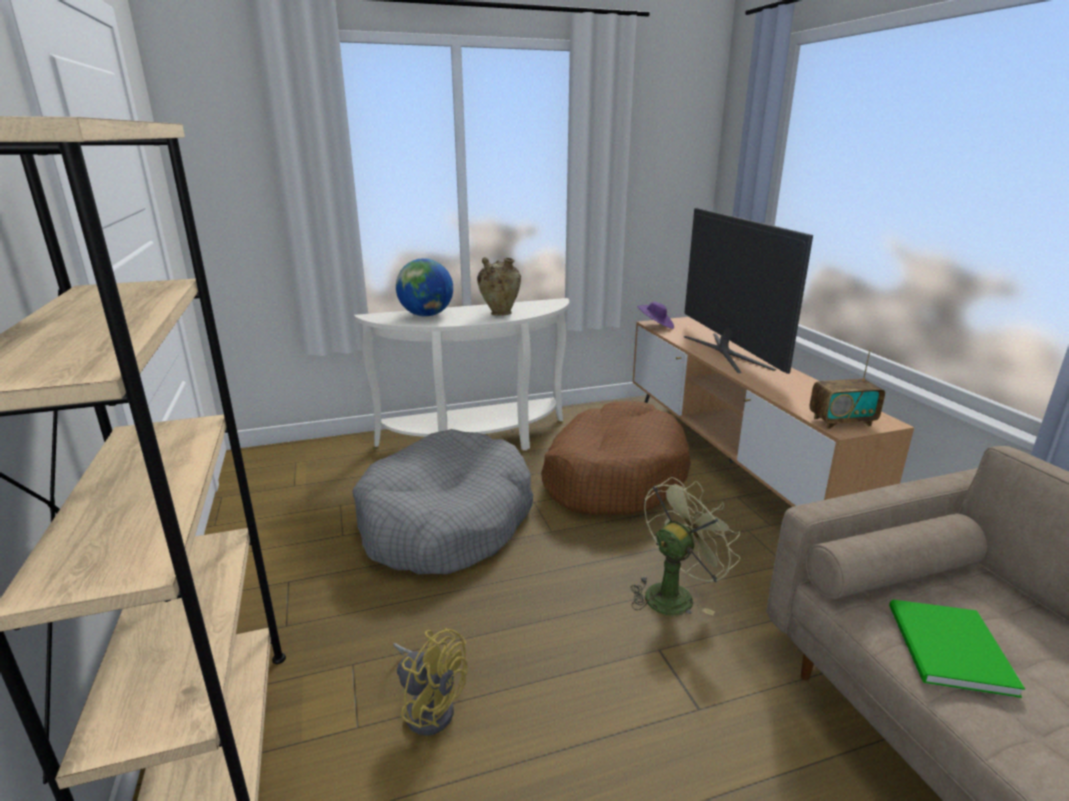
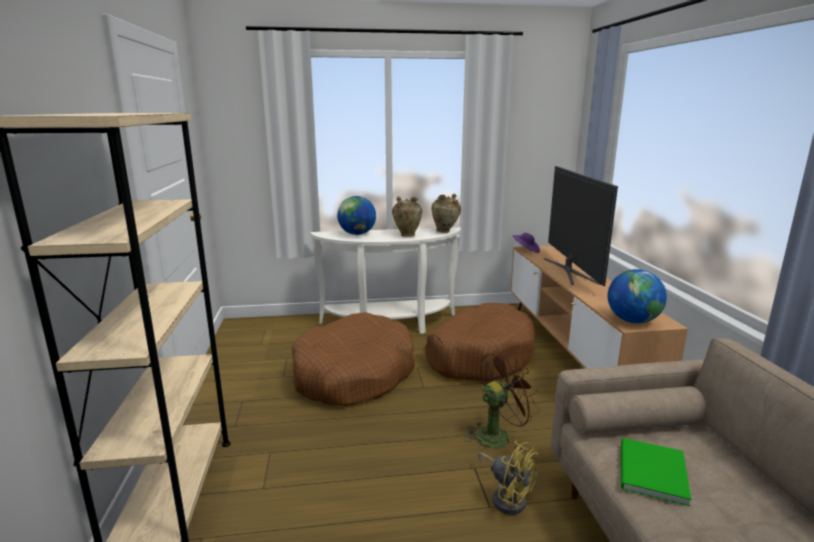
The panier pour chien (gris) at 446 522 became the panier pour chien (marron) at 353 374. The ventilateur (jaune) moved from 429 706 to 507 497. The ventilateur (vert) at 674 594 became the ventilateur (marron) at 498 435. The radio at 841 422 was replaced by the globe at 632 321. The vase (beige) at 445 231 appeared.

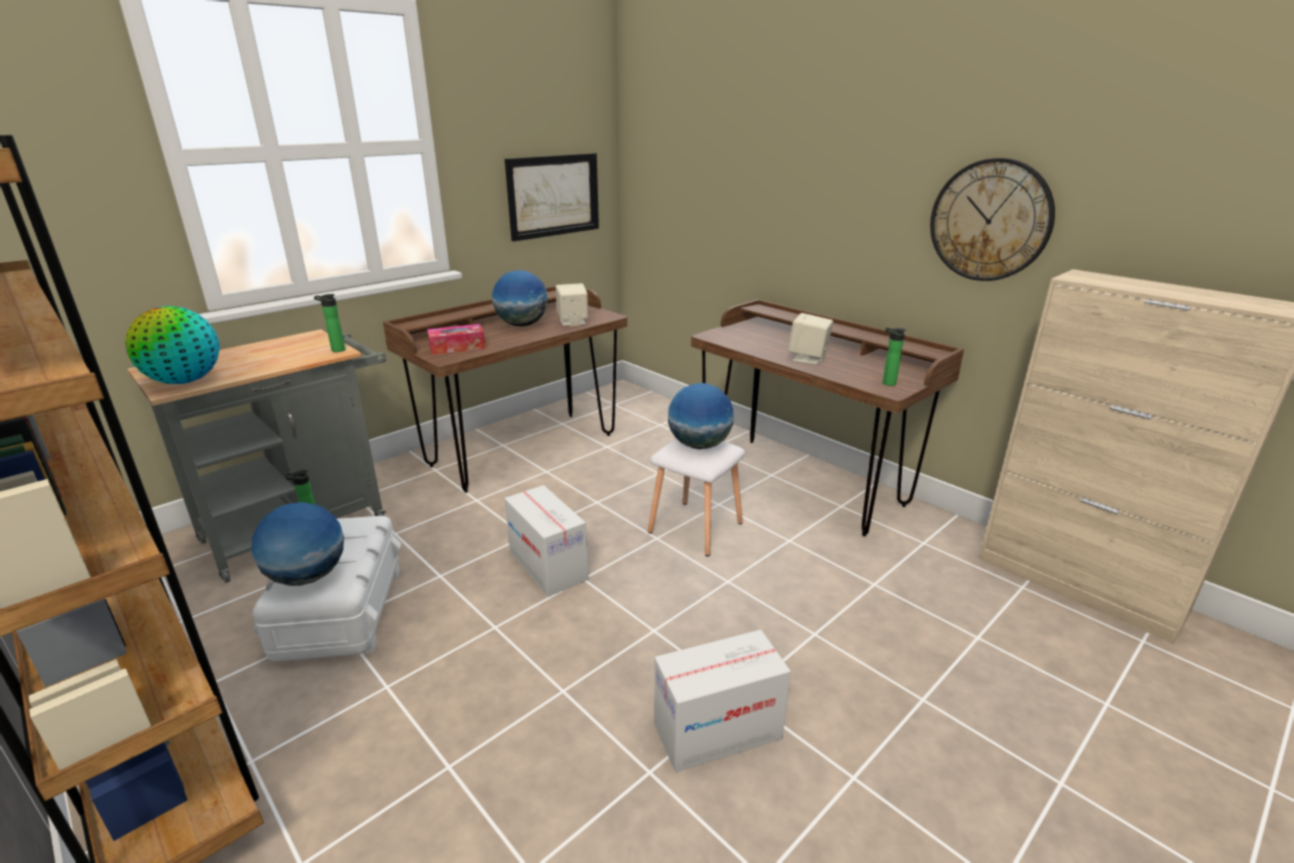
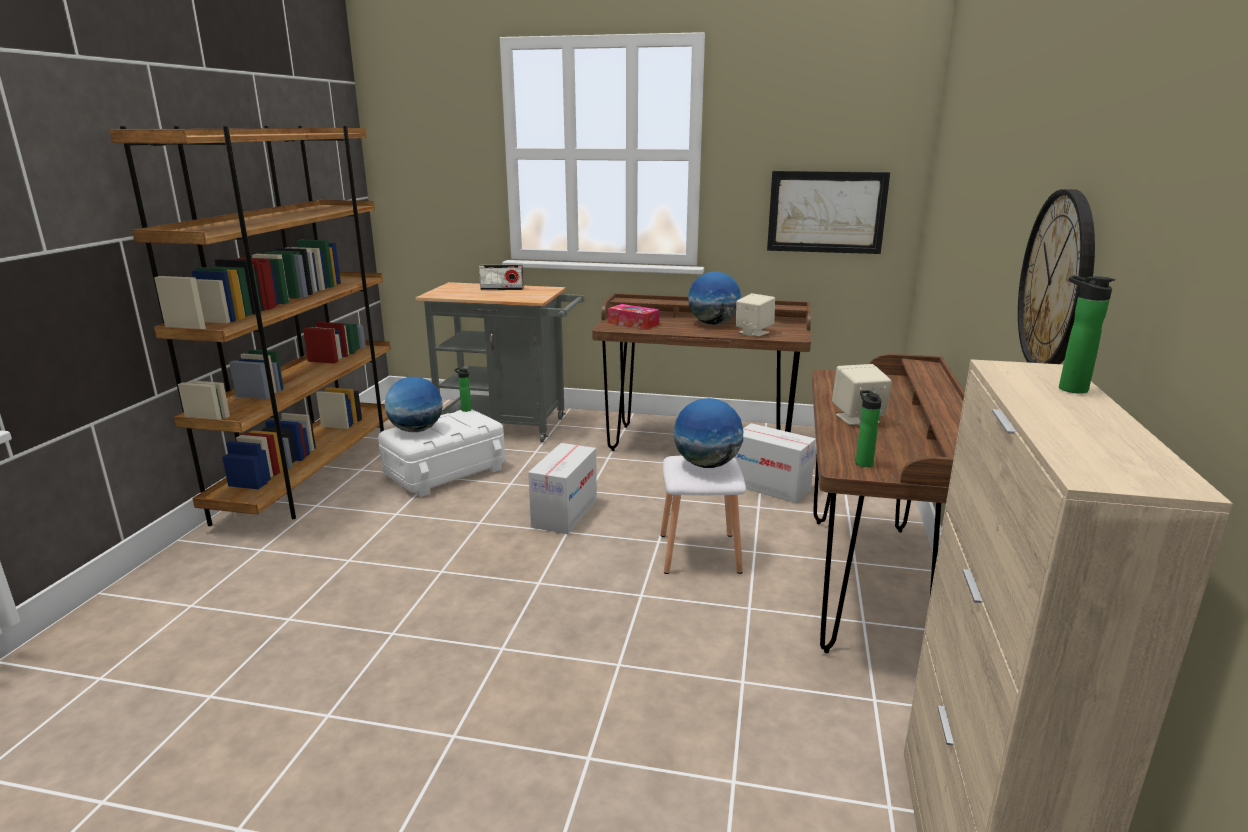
The globe at 185 381 disappeared. The bouteille moved from 336 350 to 1068 388. The carton moved from 717 731 to 771 487. The radio at 502 289 appeared.

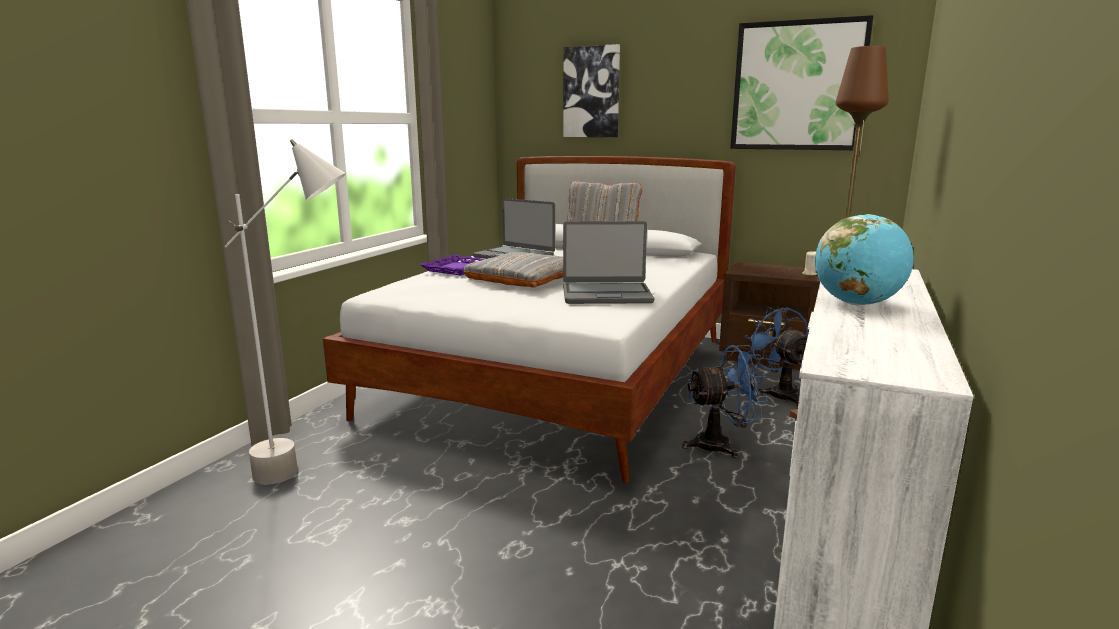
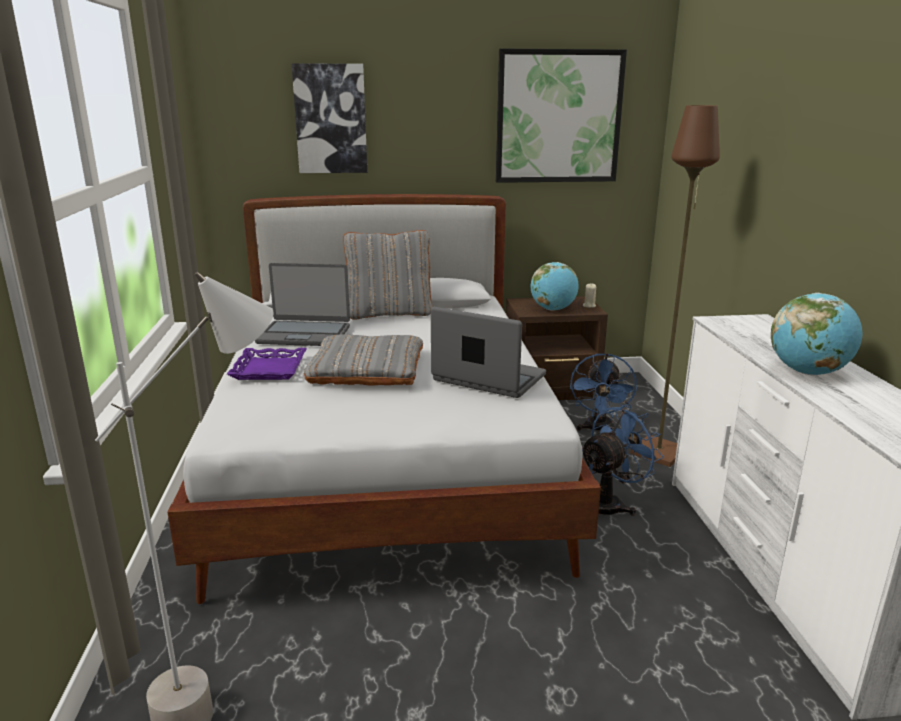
The ordinateur portable at 606 295 turned 120 degrees counterclockwise. The ventilateur (bleu) at 778 393 turned 120 degrees counterclockwise. The globe at 553 309 appeared.

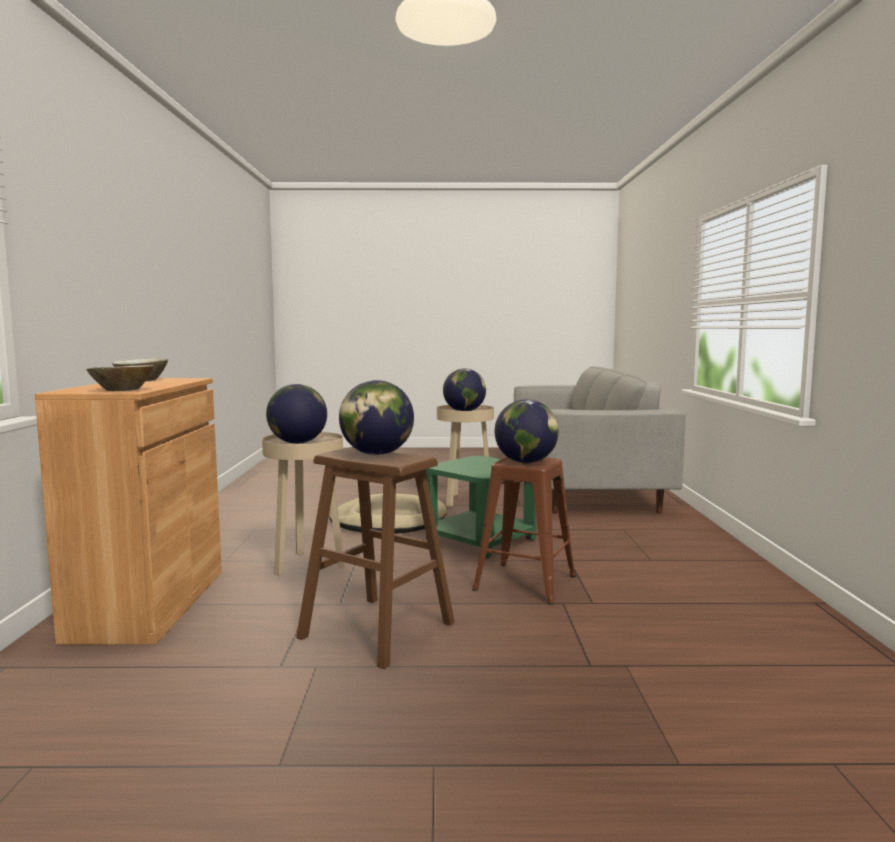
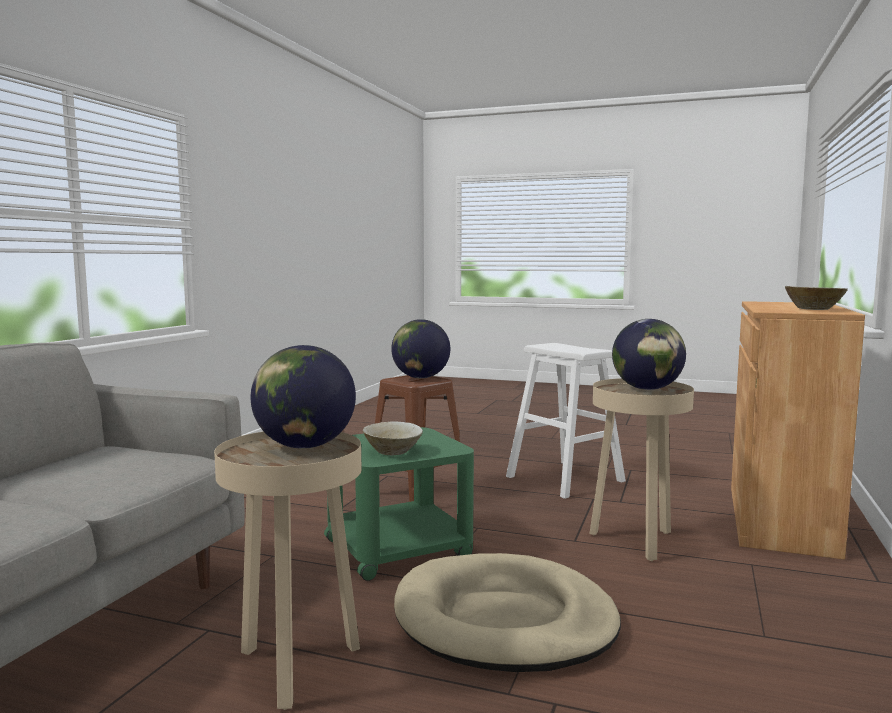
The bol (beige) moved from 122 390 to 393 452. The tabouret (marron) at 376 630 became the tabouret (blanc) at 565 479. The globe at 376 454 disappeared.

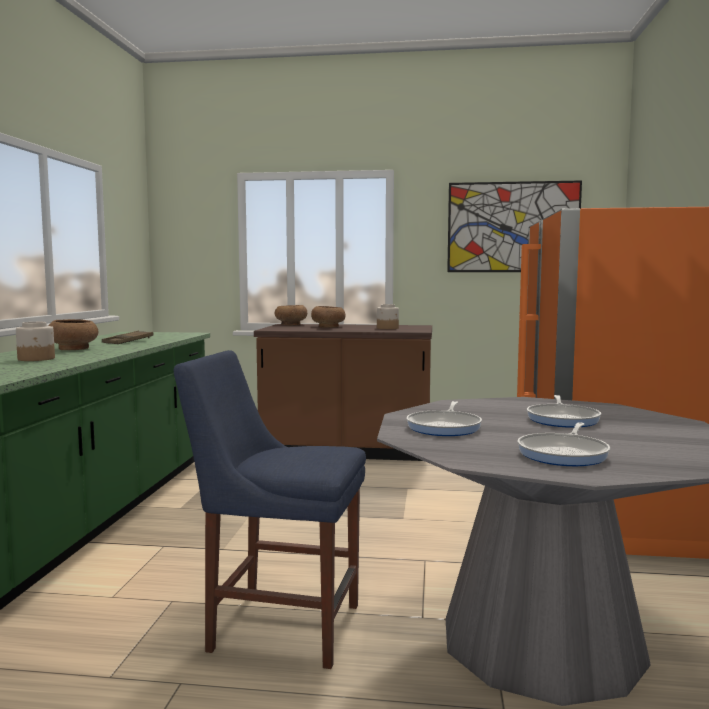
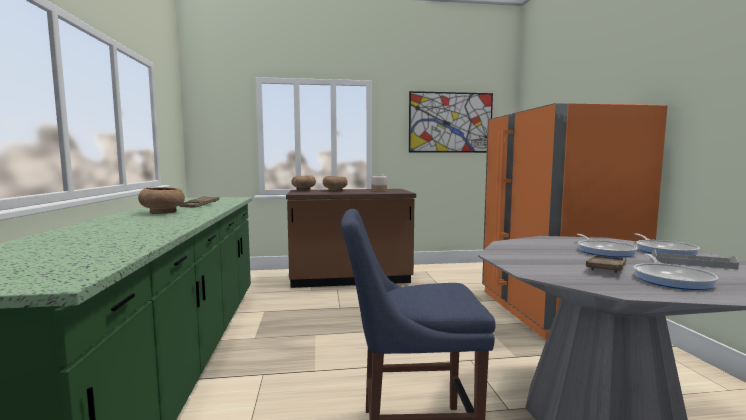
The bocal at 36 359 disappeared. The poêle moved from 445 427 to 664 251. The plateau (marron) at 606 268 appeared. The plateau (gris) at 692 263 appeared.

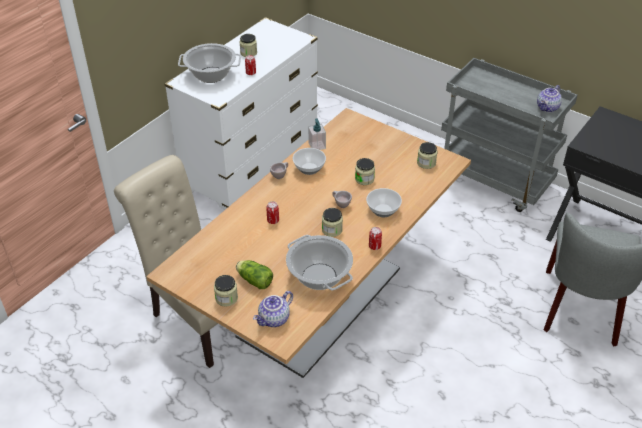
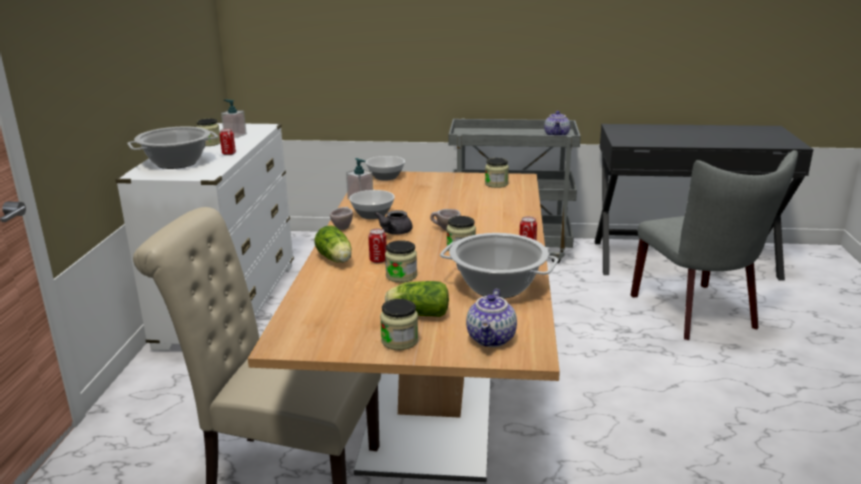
The bocal moved from 364 179 to 401 276. The bol moved from 383 210 to 385 177. The distributeur de savon at 235 135 appeared. The laitue at 335 259 appeared. The théière (gris) at 394 232 appeared.

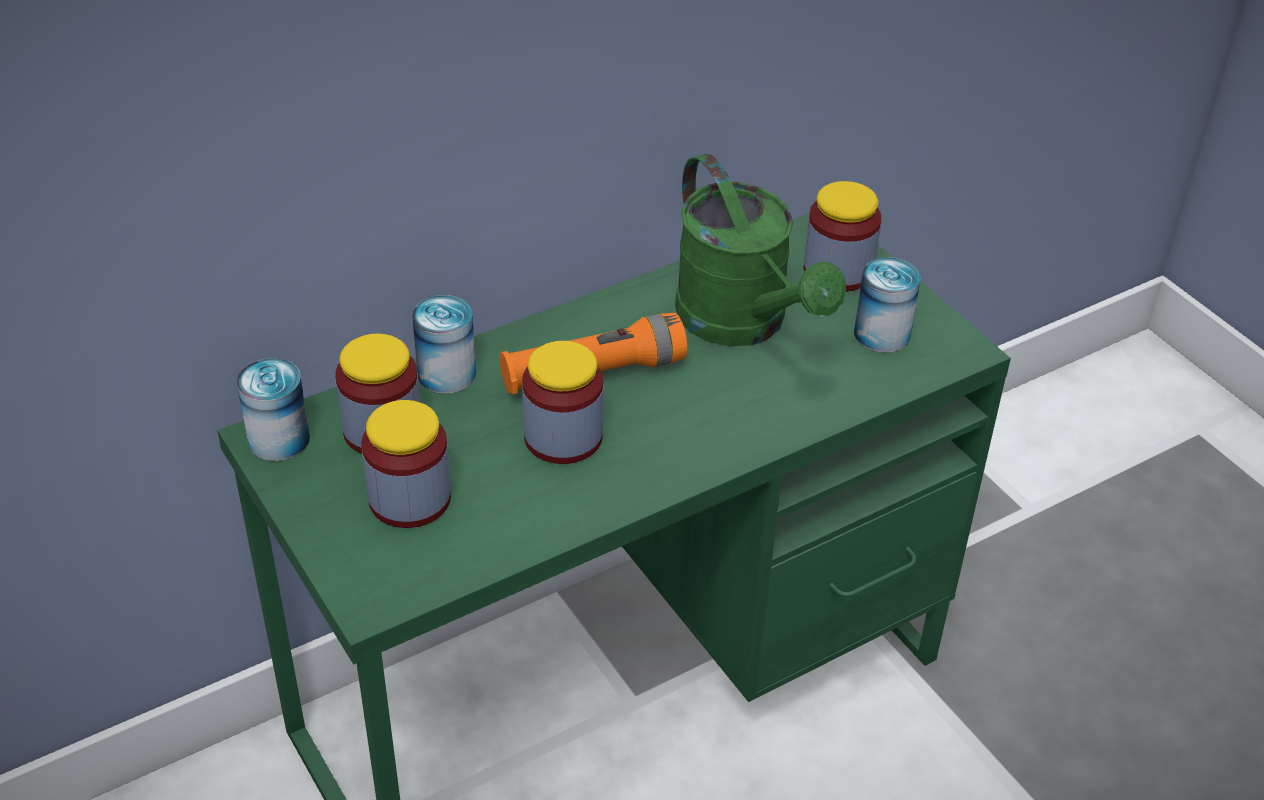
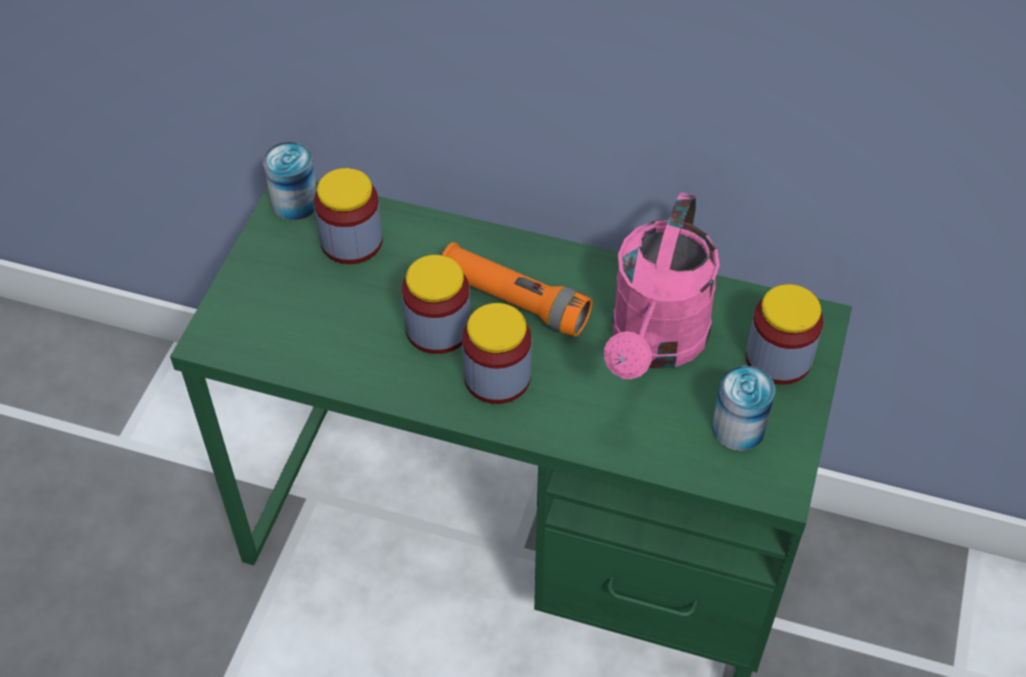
The bocal moved from 409 499 to 497 377. The boîte métallique at 446 374 disappeared. The arrosoir (vert) at 743 324 became the arrosoir (rose) at 655 344.

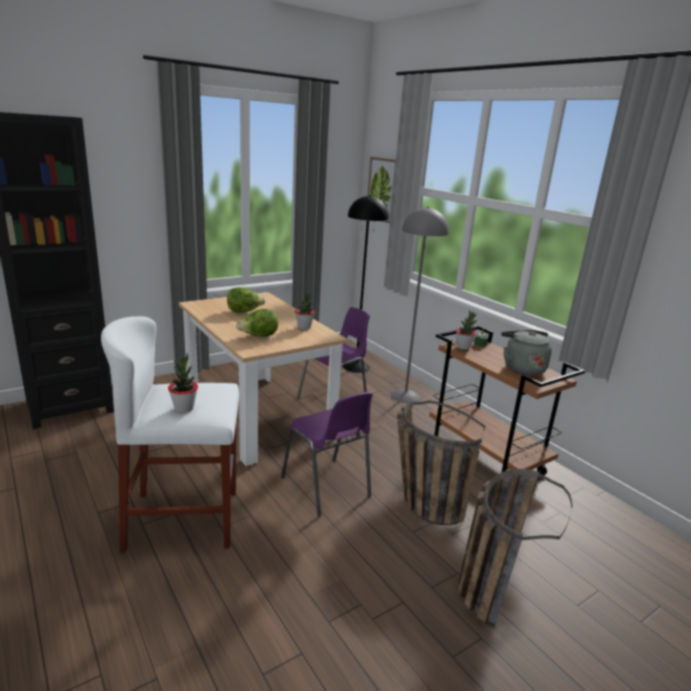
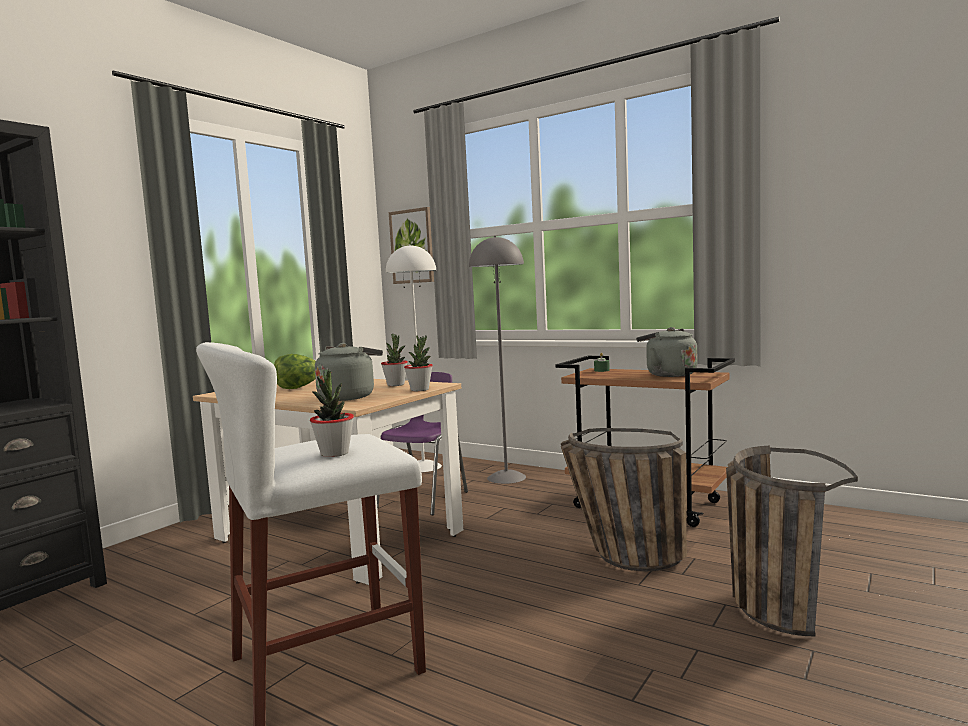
The laitue at 258 336 was replaced by the bouilloire (gris) at 349 397. The chaise (violet) at 327 488 disappeared. The lampadaire (noir) at 356 366 became the lampadaire (blanc) at 423 467. The plante en pot moved from 463 347 to 420 390.

